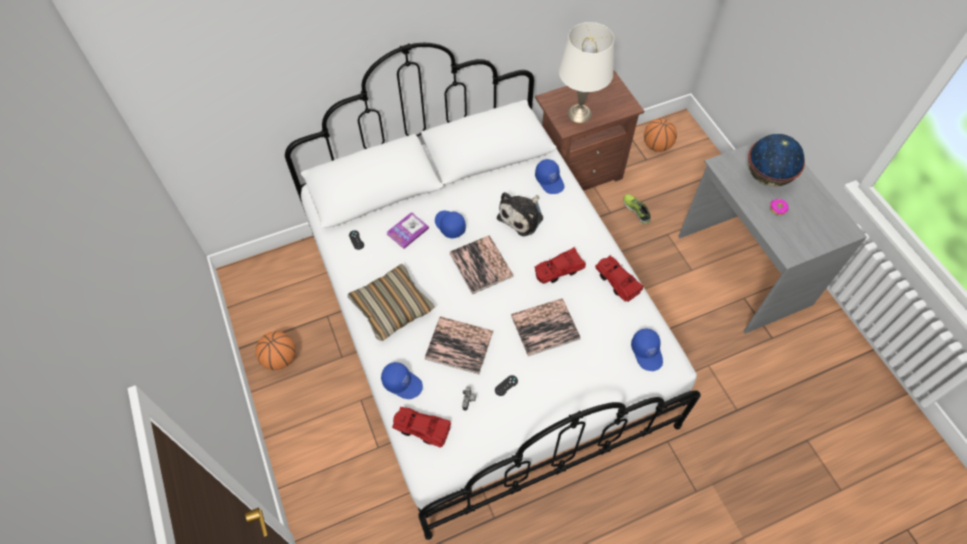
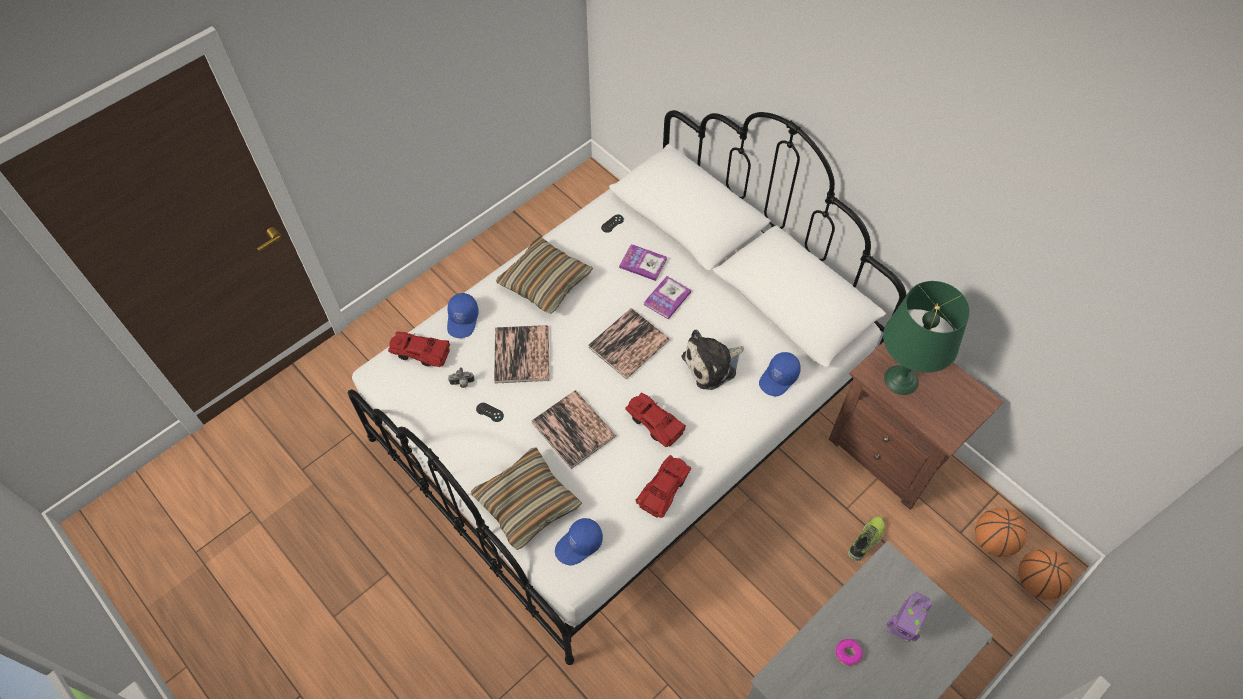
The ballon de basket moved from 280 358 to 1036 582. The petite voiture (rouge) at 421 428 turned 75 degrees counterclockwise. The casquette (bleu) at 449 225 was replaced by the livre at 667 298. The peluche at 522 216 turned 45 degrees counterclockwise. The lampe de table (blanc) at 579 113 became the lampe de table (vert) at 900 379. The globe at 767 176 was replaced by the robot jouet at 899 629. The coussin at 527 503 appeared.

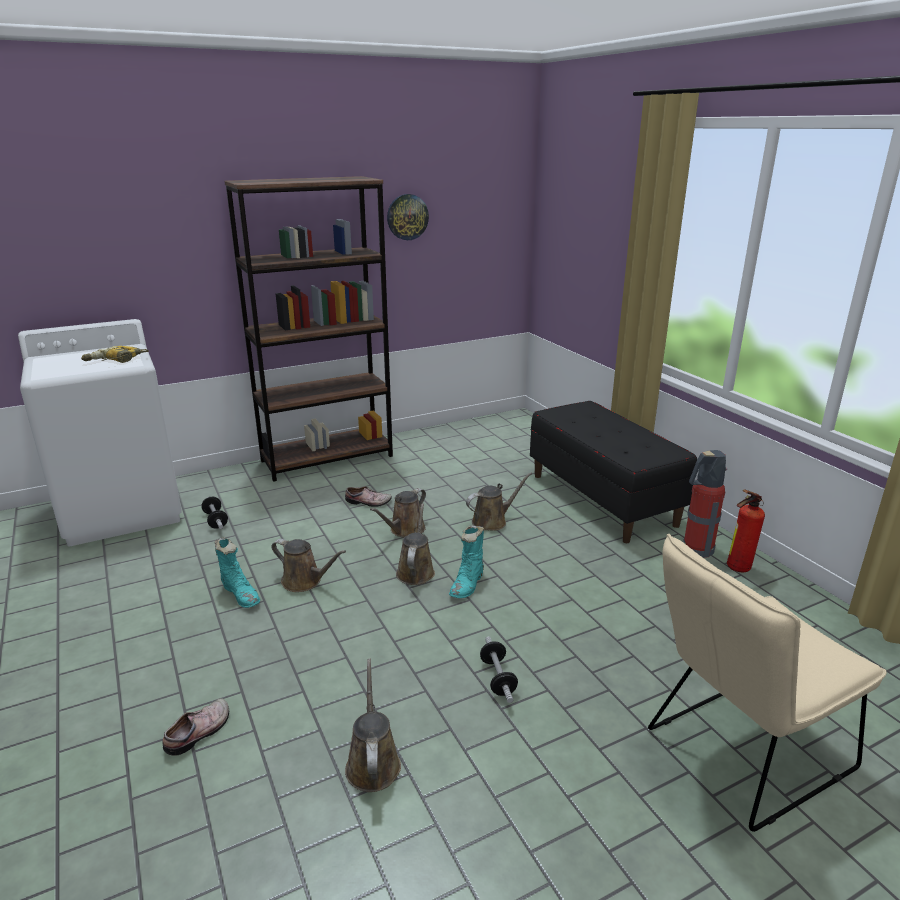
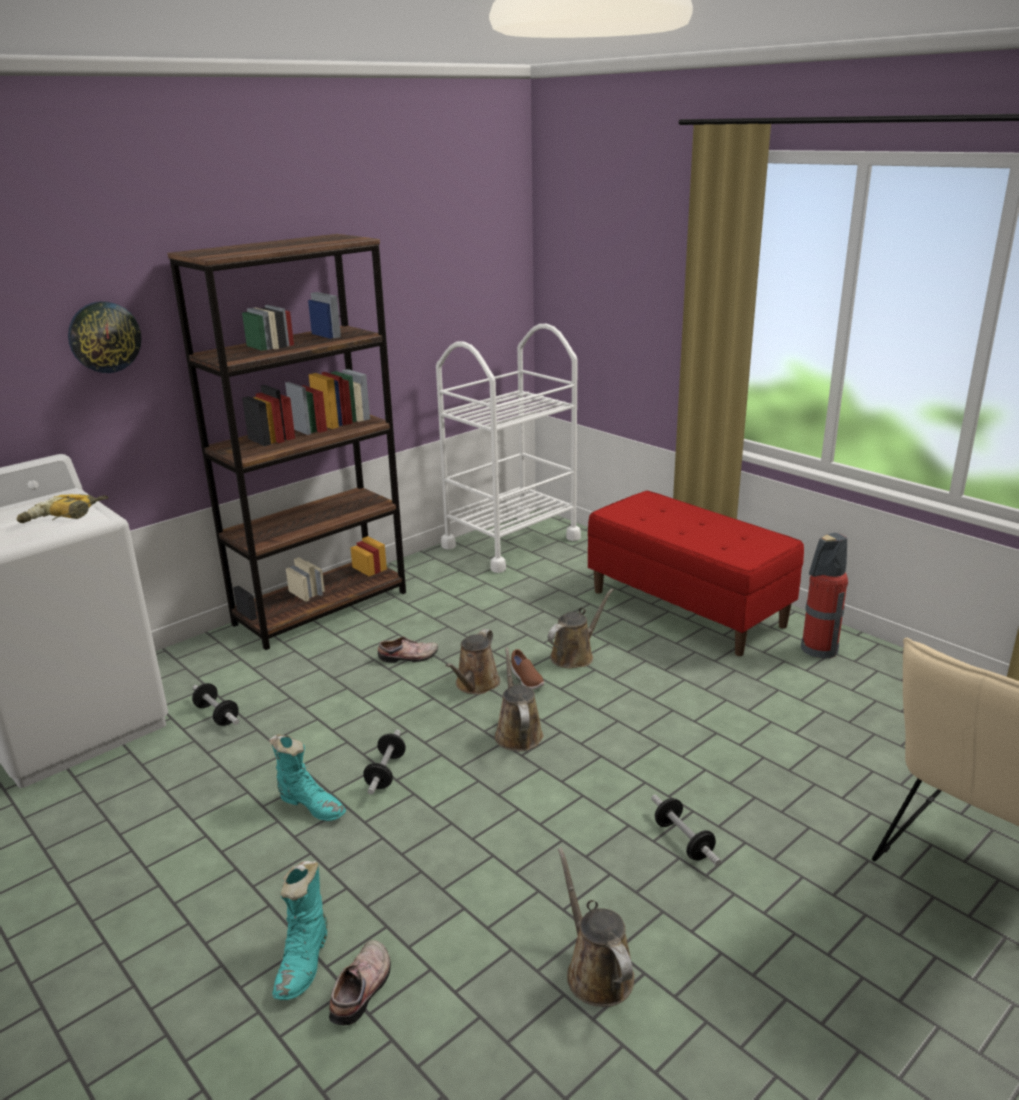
The arrosoir (marron) at 305 581 was replaced by the haltère at 386 772. The horloge murale moved from 407 217 to 104 337. The botte (turquoise) moved from 468 584 to 304 962. The banc (noir) at 603 499 became the banc (rouge) at 687 608. The extincteur at 735 568 disappeared. The chariot (blanc) at 511 542 appeared. The chaussure (marron) at 526 679 appeared.

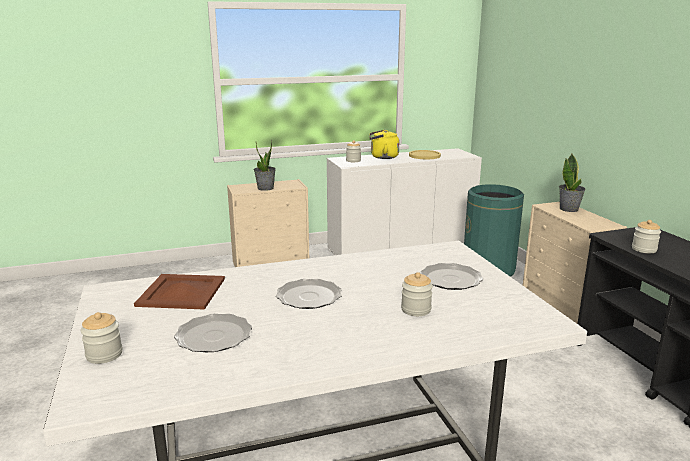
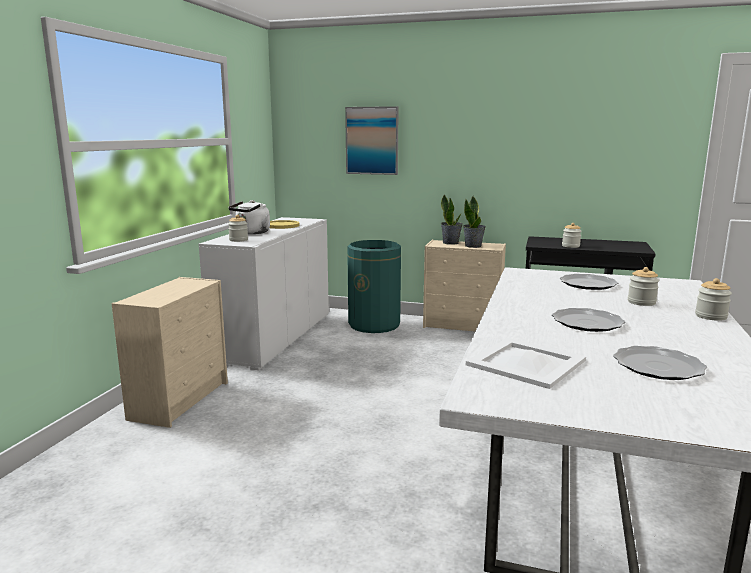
The bocal moved from 104 354 to 710 316. The plateau (marron) at 181 292 became the plateau (blanc) at 526 363. The plante en pot moved from 265 188 to 473 246. The bouilloire (jaune) at 382 157 became the bouilloire (blanc) at 252 233. The tableau at 372 140 appeared.

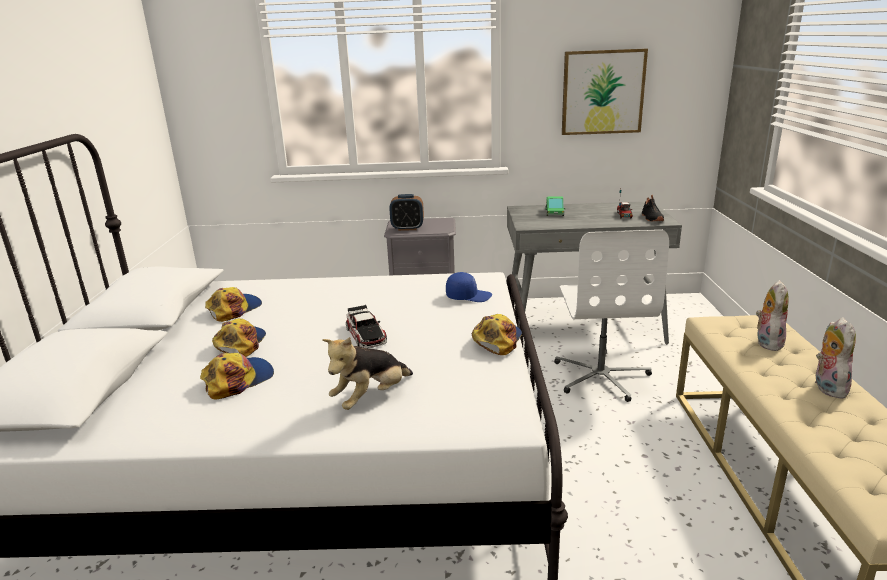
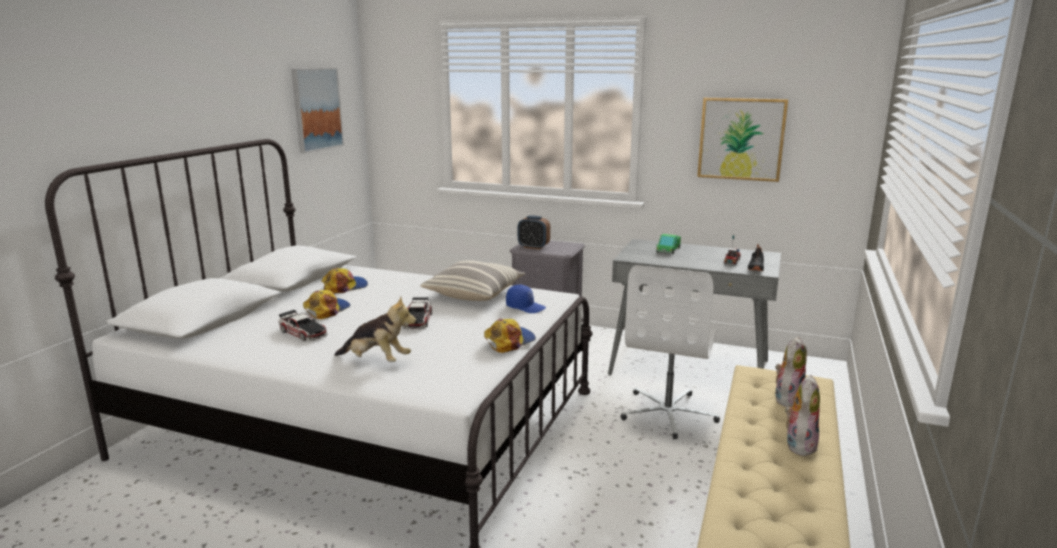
The casquette at 238 380 was replaced by the petite voiture at 303 332. The peluche at 371 398 turned 135 degrees counterclockwise. The tableau at 316 109 appeared. The coussin at 474 293 appeared.

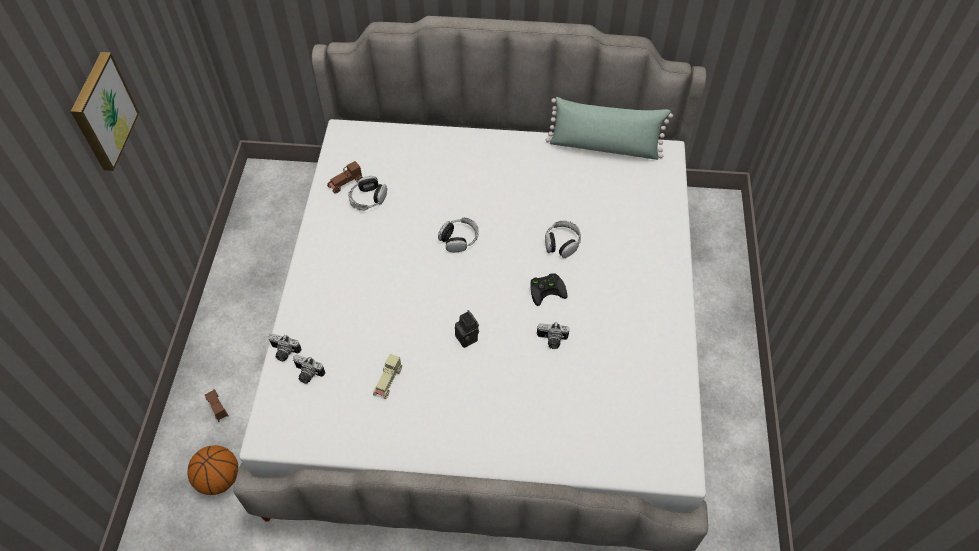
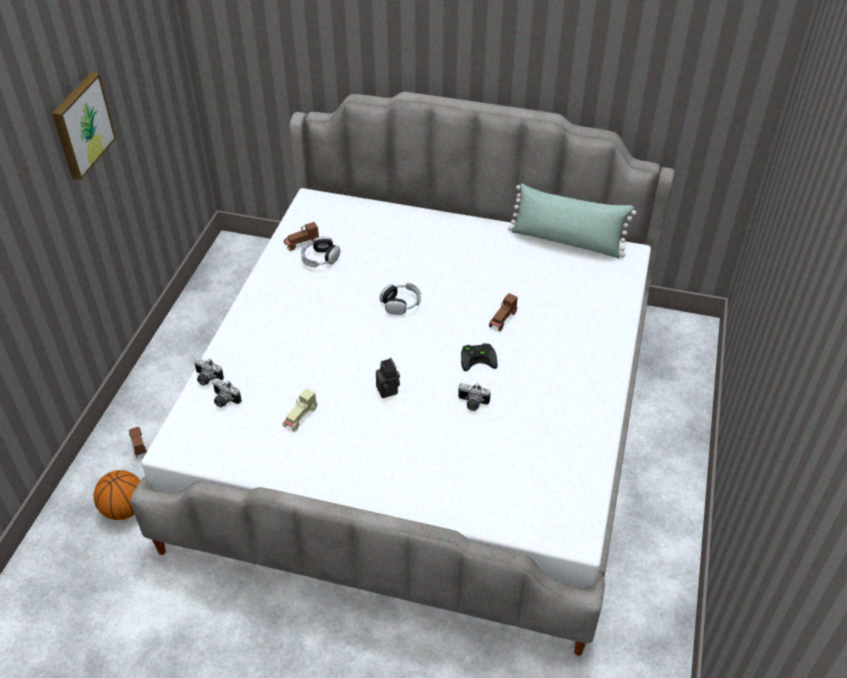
The casque audio at 562 243 was replaced by the petite voiture (marron) at 503 320.

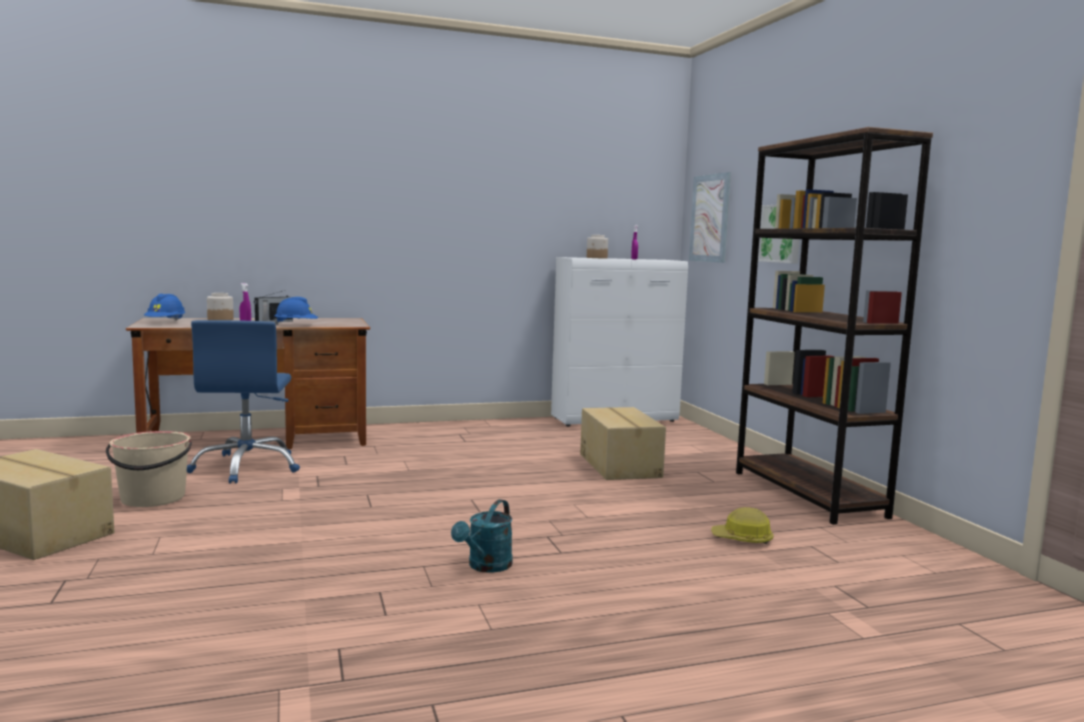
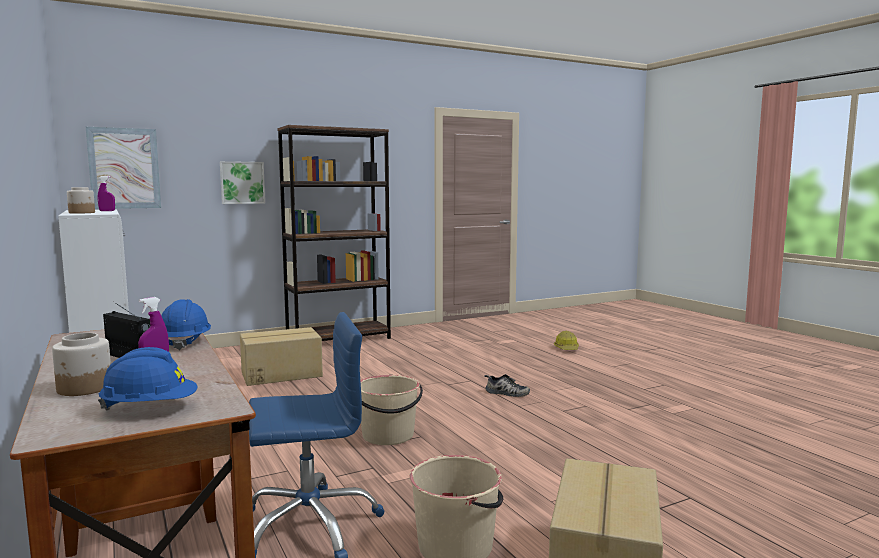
The arrosoir (turquoise) at 486 567 was replaced by the chaussure at 506 393. The casque de chantier moved from 742 539 to 567 348. The seau (beige) at 388 436 appeared.

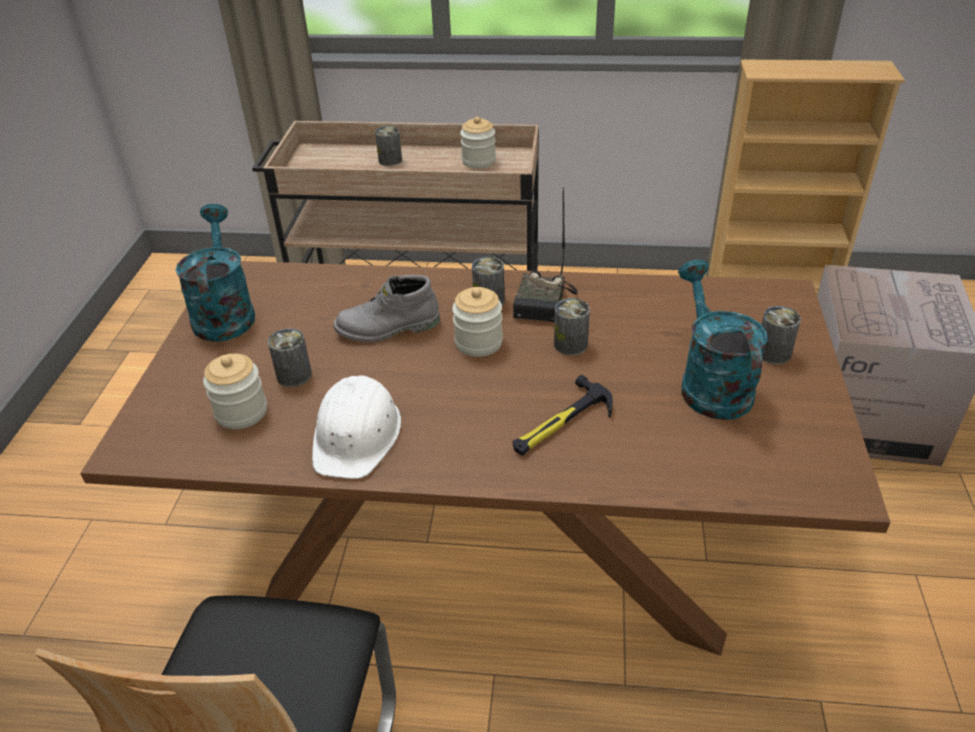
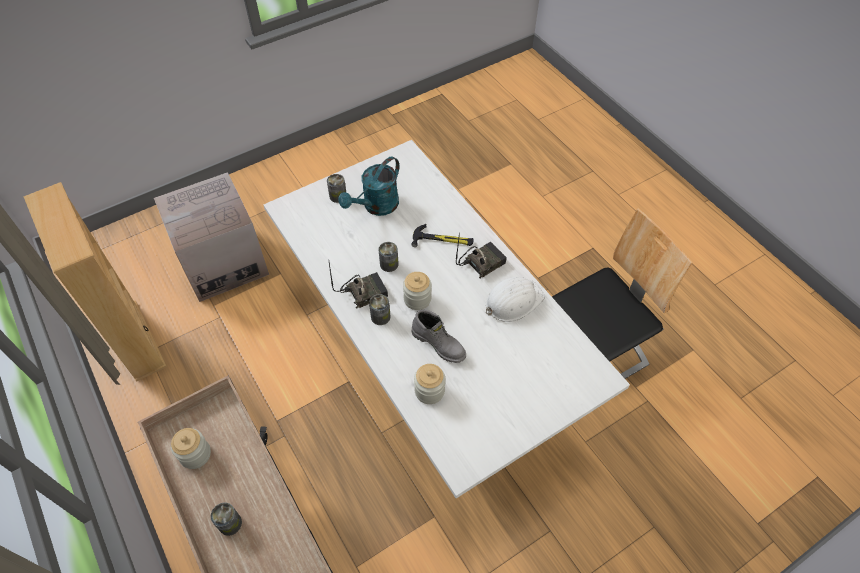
The table à manger (marron) at 494 549 became the table à manger (blanc) at 431 362. The arrosoir (turquoise) at 224 313 disappeared. The bocal moved from 241 412 to 429 391. The boîte métallique at 294 375 disappeared. The radio at 481 262 appeared.

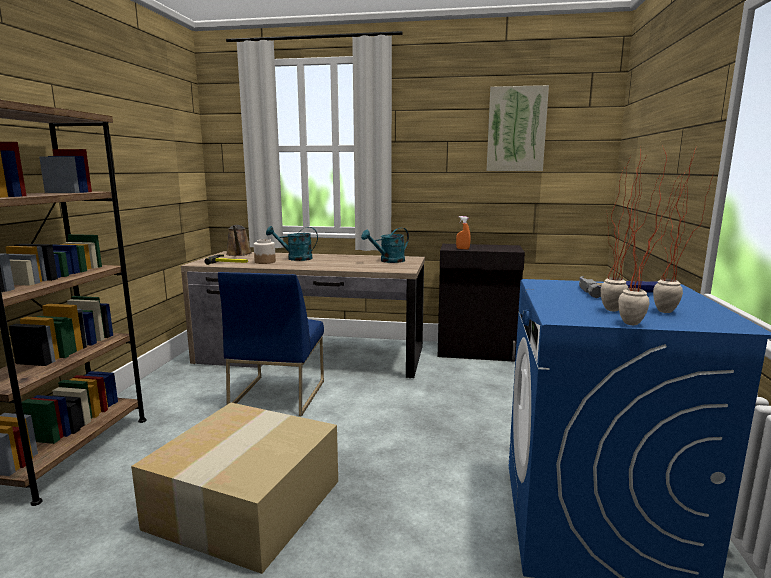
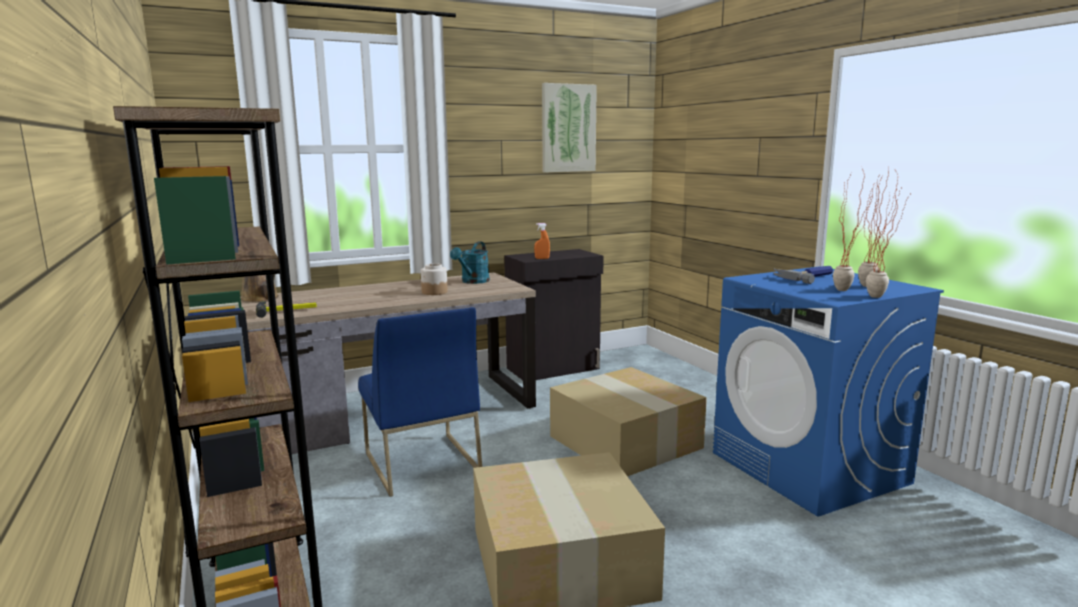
The bocal moved from 265 262 to 434 292. The arrosoir (turquoise) at 295 258 disappeared. The carton at 627 442 appeared.

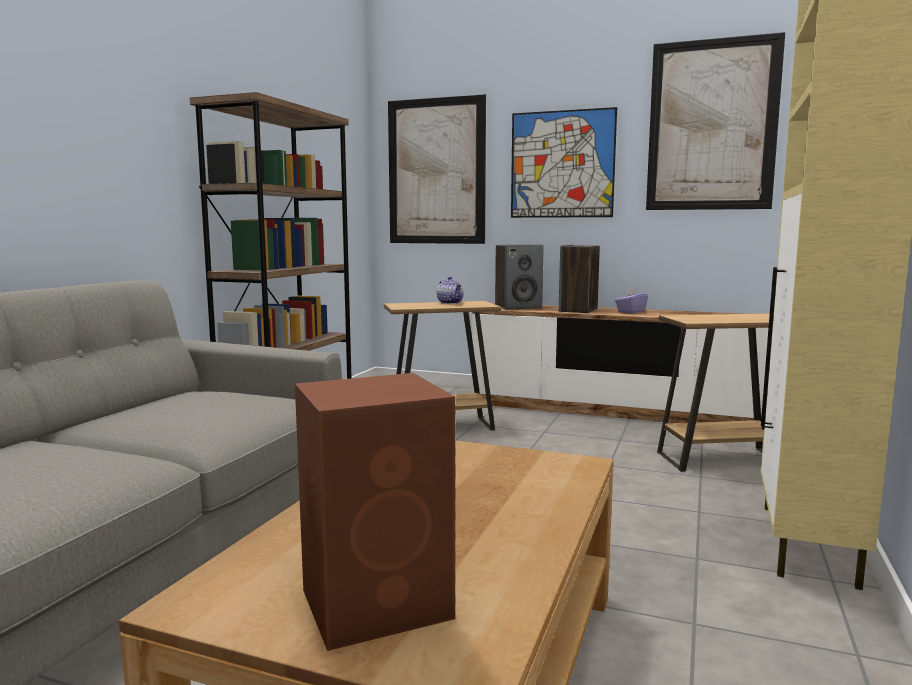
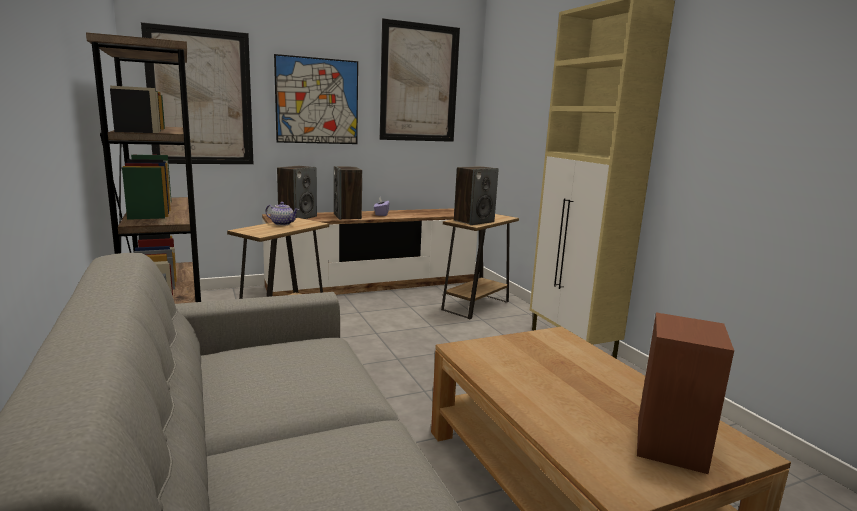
The enceinte at 474 221 appeared.

